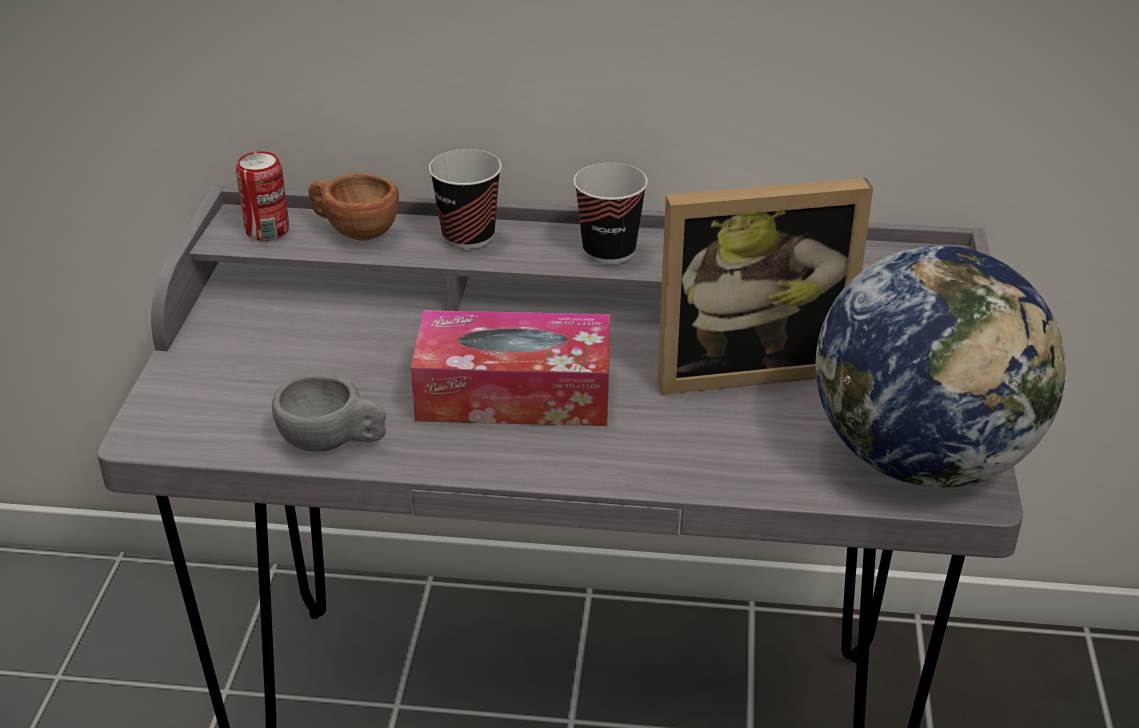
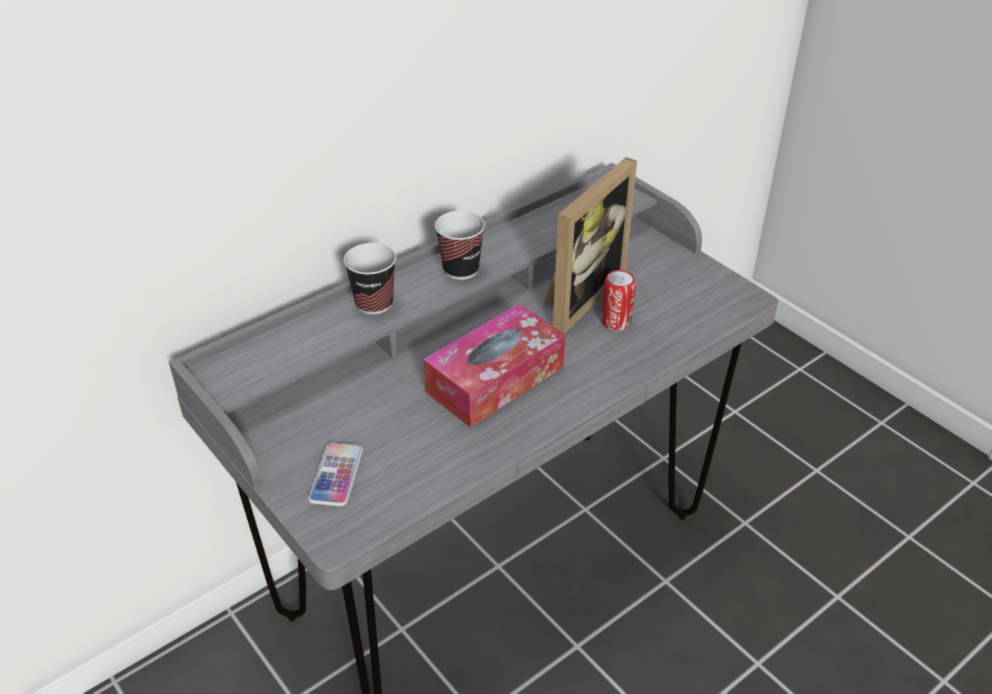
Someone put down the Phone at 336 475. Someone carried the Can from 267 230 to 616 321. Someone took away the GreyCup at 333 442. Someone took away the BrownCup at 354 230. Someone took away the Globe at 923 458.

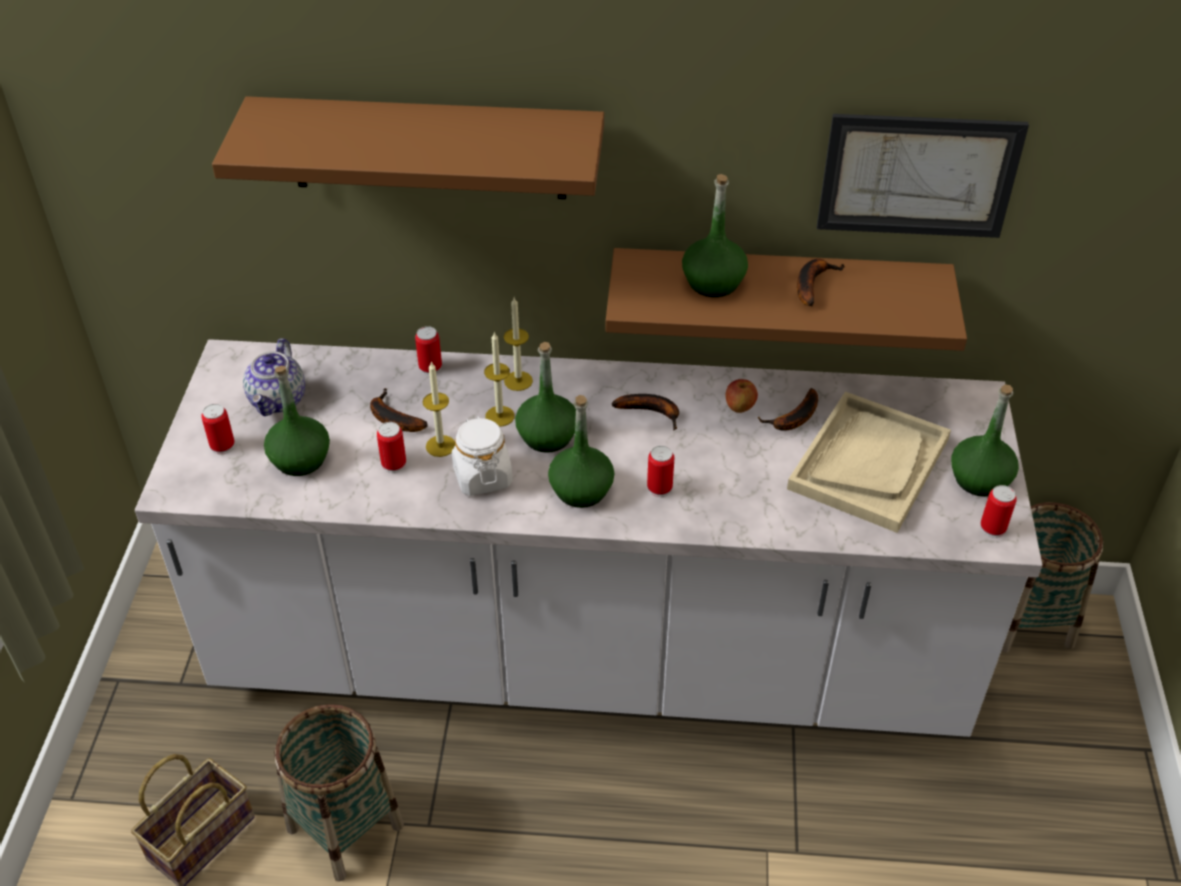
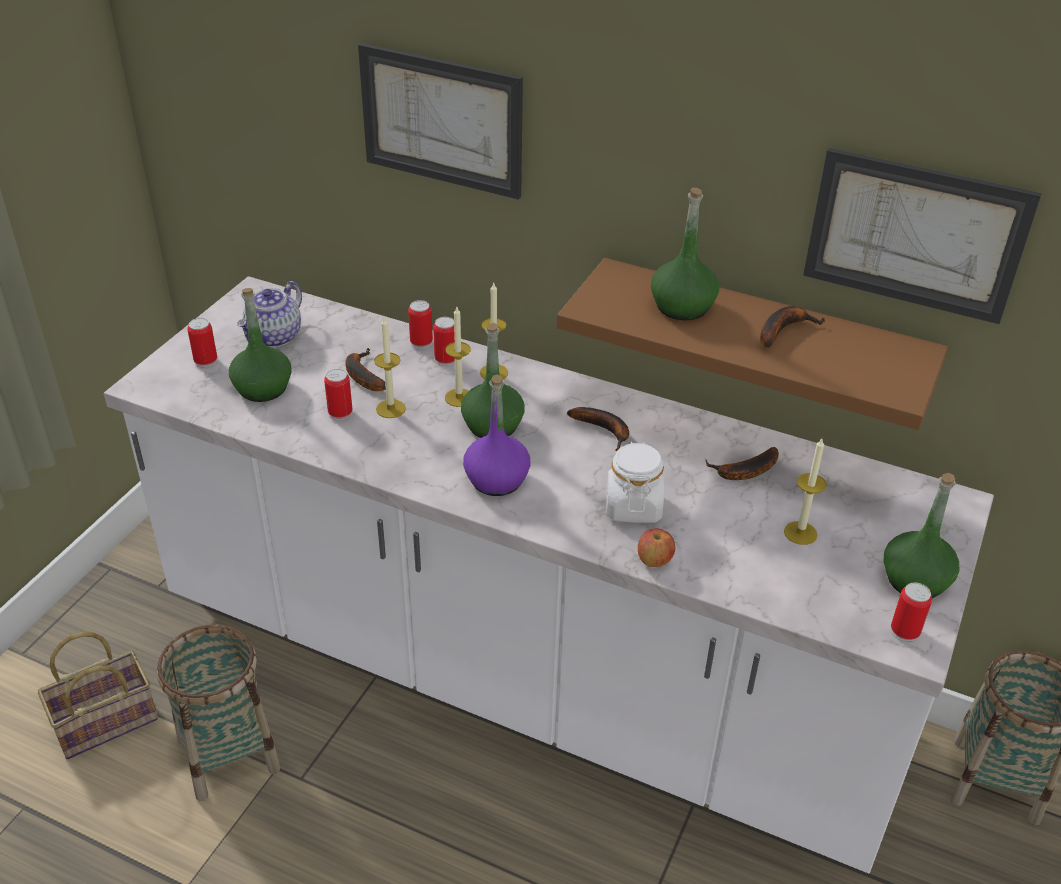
Someone swapped the BrownShelf at 427 148 for the Picture at 442 120. Someone carried the Can from 659 488 to 446 359. Someone repainted the GreenBottle at 581 490, which became the PurpleBottle at 497 480. Someone carried the WhiteJar from 482 476 to 633 506. Someone carried the Apple from 739 407 to 654 561. Someone swapped the BeigeTray at 868 463 for the Candle at 800 533.

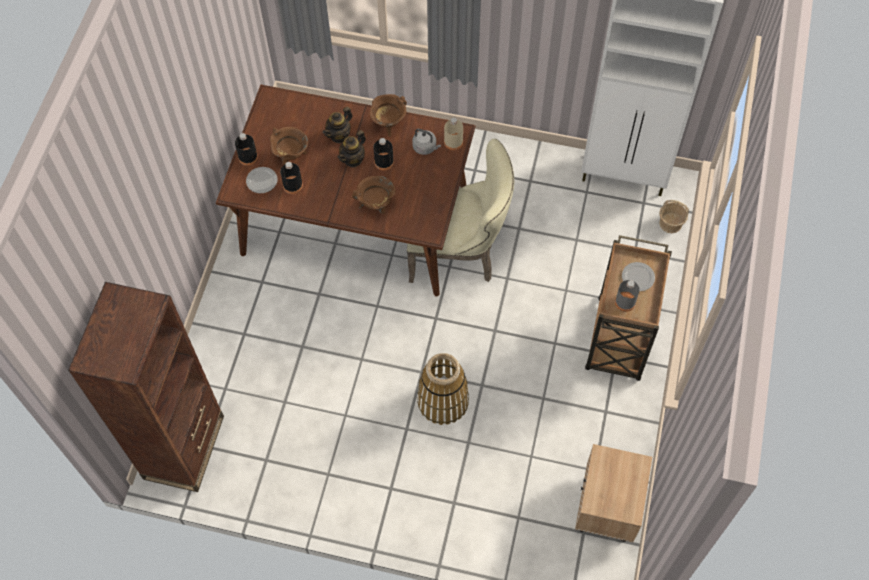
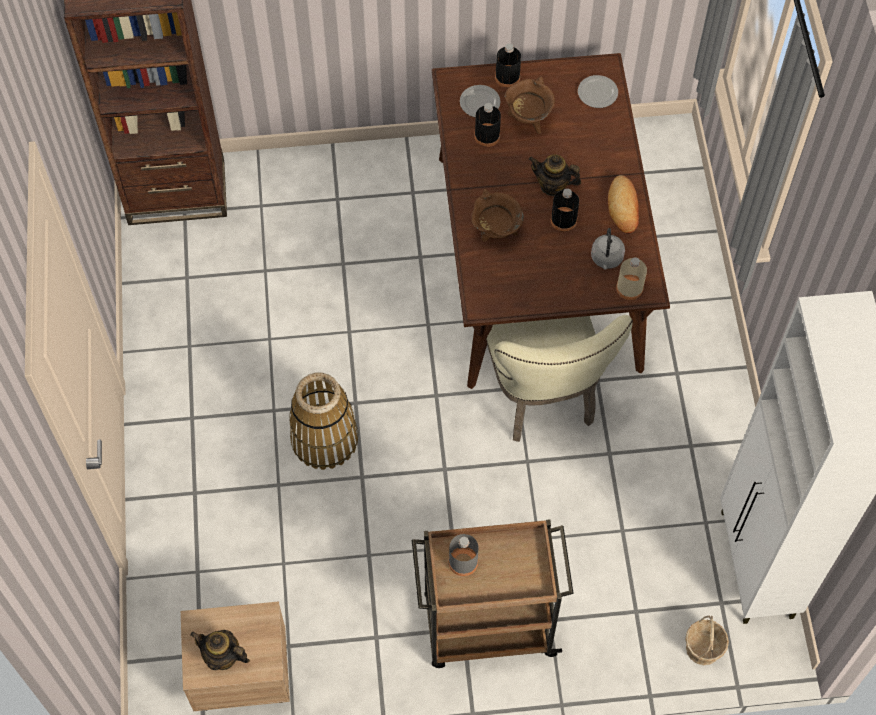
Someone carried the Teapot from 339 135 to 223 657. Someone carried the Plate from 637 277 to 598 92. Someone swapped the BrownCookingPot at 388 124 for the Bread at 623 207.

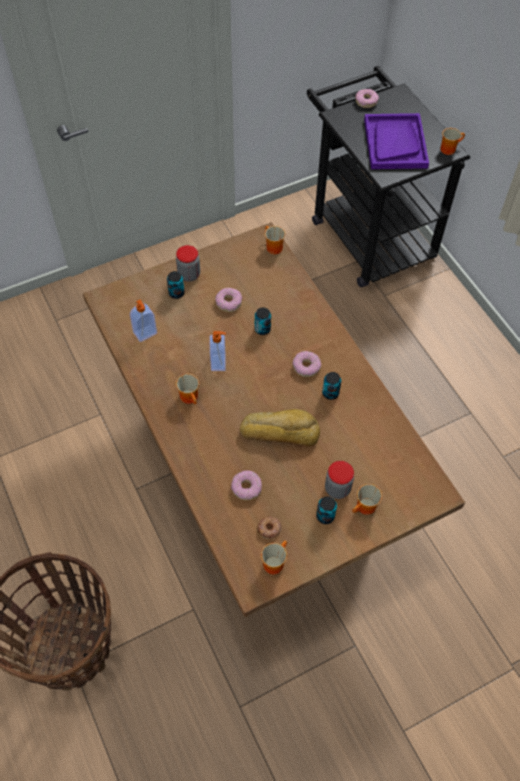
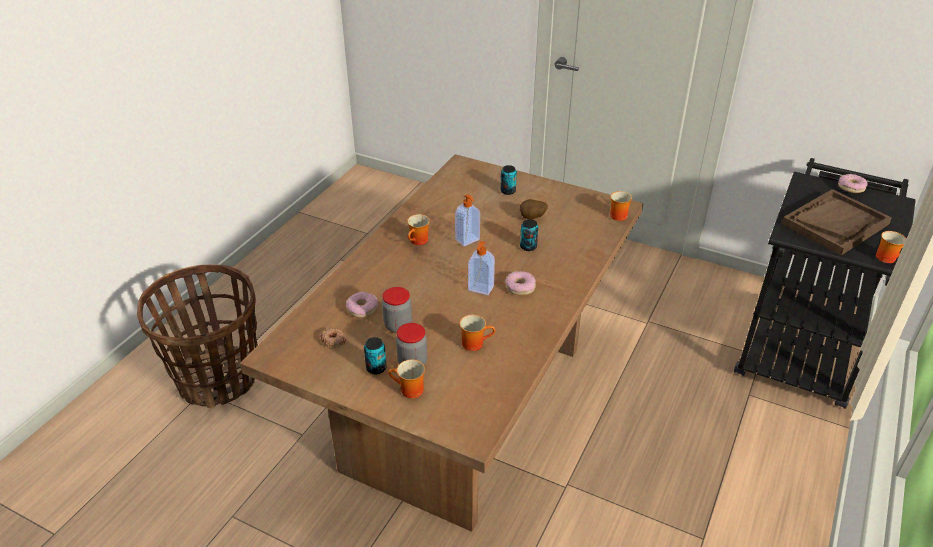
Someone carried the Jar from 189 274 to 398 325. Someone carried the Mug from 273 561 to 475 342. Someone carried the SoapDispenser from 145 333 to 480 289. Someone swapped the Donut at 229 302 for the Potato at 532 218. Someone repainted the PurpleTray at 395 143, which became the BrownTray at 835 224. Someone took away the Bread at 280 431. Someone took away the Can at 330 393.

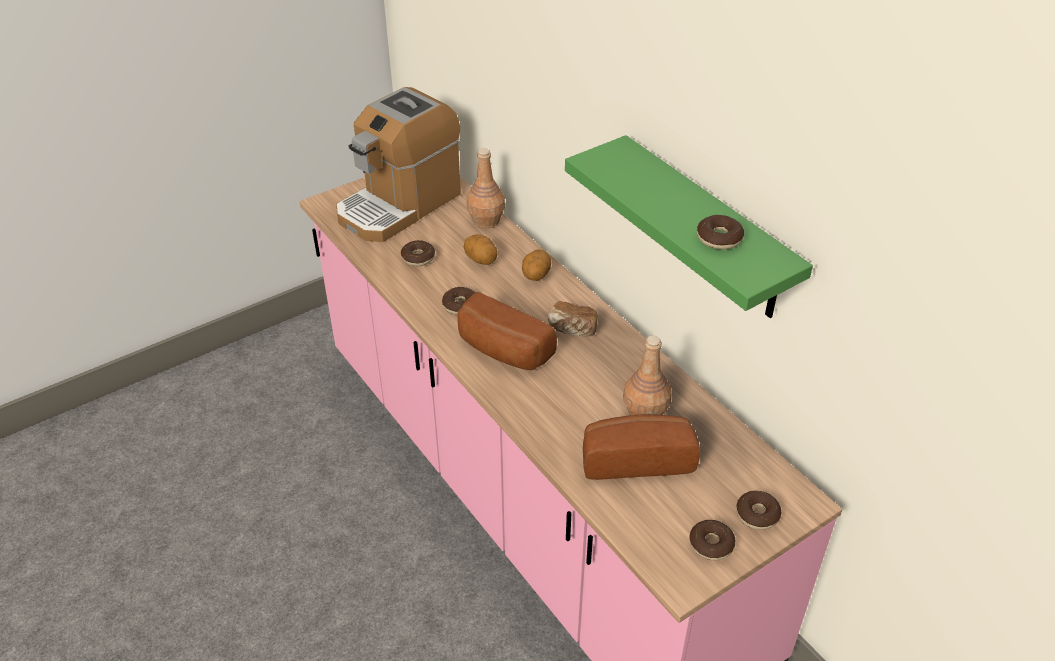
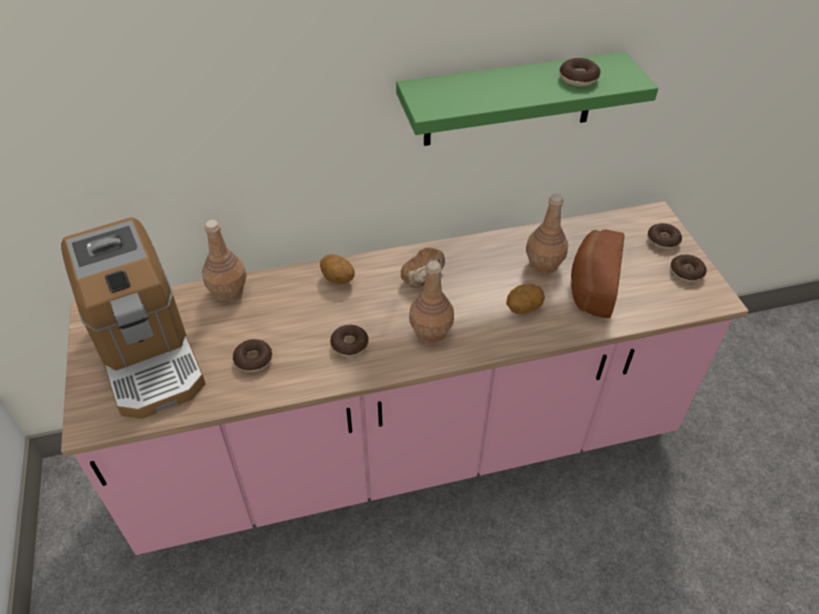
Someone swapped the Bread at 501 351 for the BrownBottle at 430 331. Someone carried the Potato from 481 260 to 523 308.

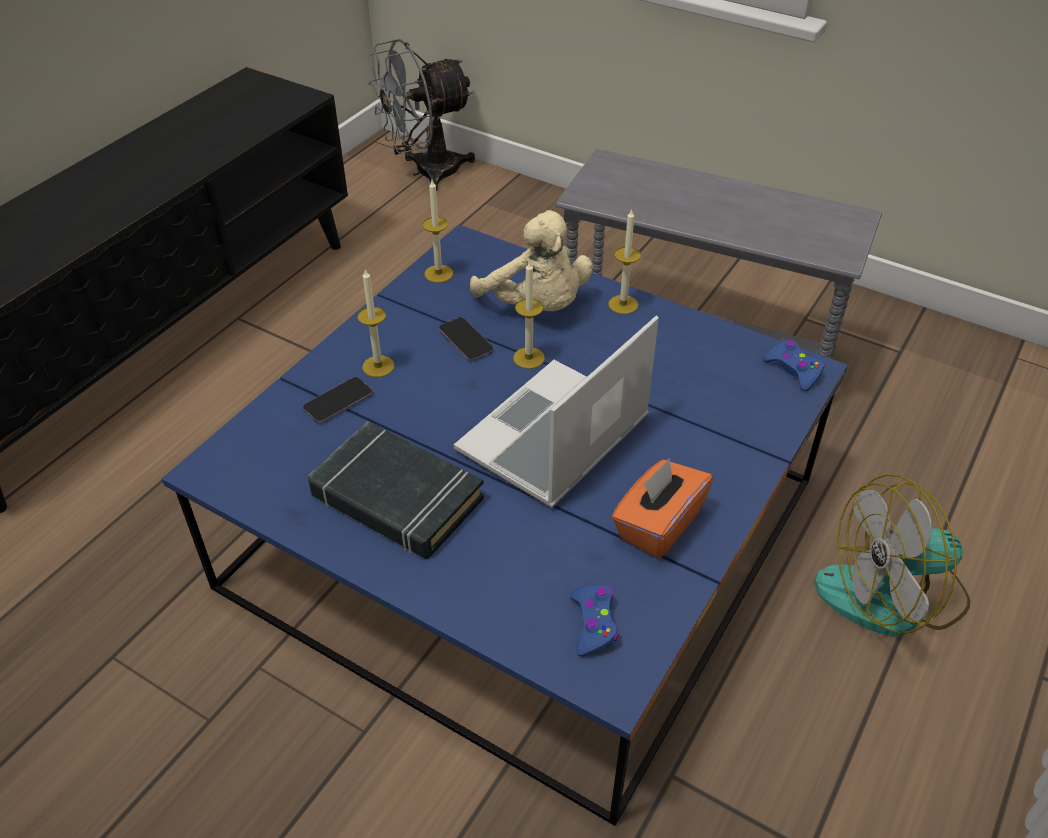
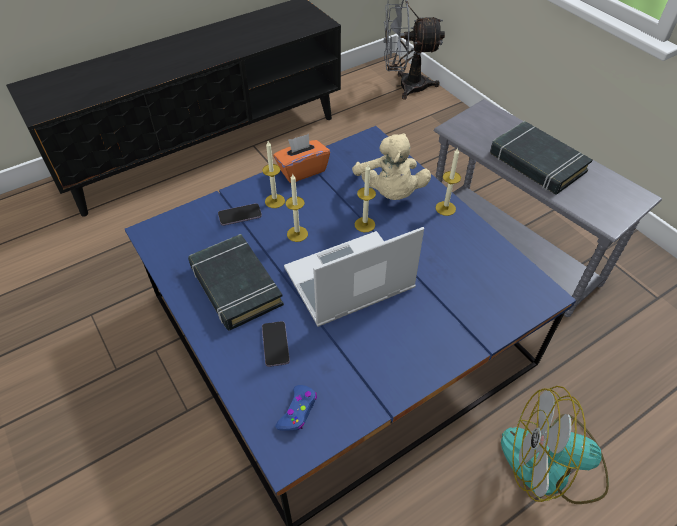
Someone carried the Phone from 466 341 to 275 344. Someone carried the OrangeTissueBox from 658 525 to 302 170. Someone carried the Candle from 438 273 to 297 234. Someone put down the BlackBook at 536 163. Someone took away the BlueGameController at 793 370.

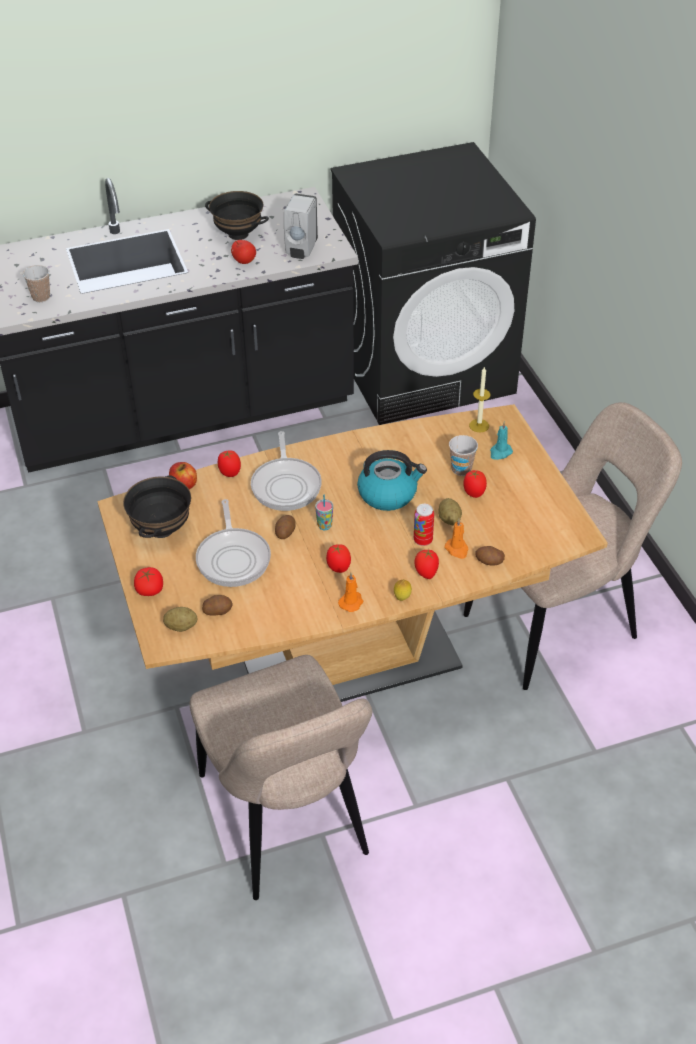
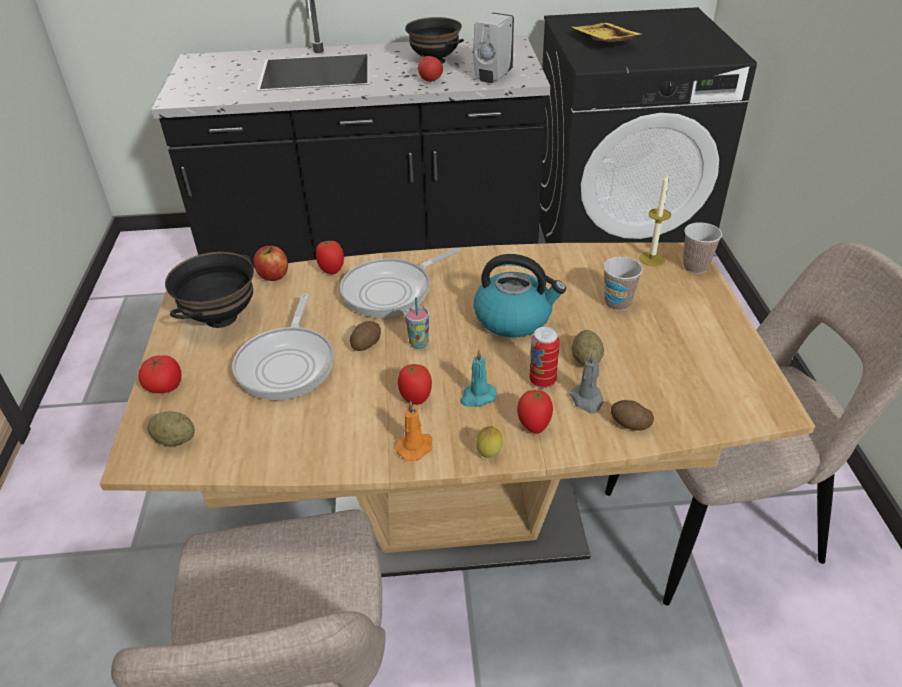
Someone rotated the FryingPan at 286 485 by 45 degrees clockwise. Someone carried the TurquoiseCandle from 500 452 to 477 397. Someone repainted the OrangeCandle at 457 549, which became the GreyCandle at 587 400. Someone put down the YellowTray at 603 42. Someone carried the Cup from 41 297 to 695 267. Someone took away the Potato at 217 610. Someone took away the Tomato at 474 493.

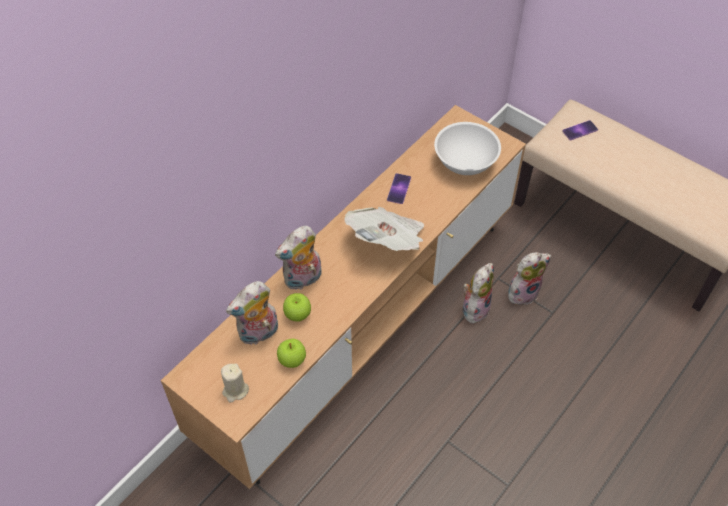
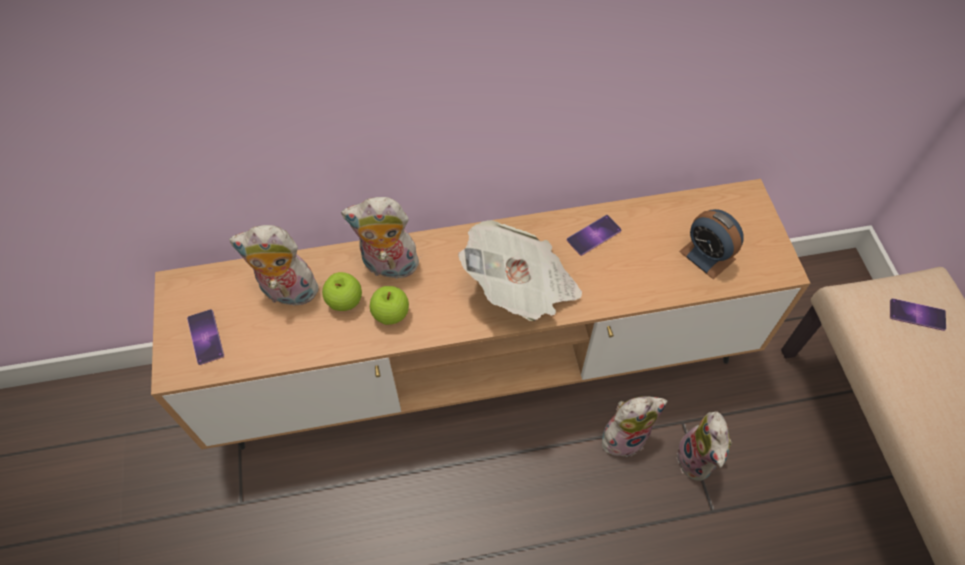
Someone swapped the BeigeCandle at 235 390 for the Phone at 205 337. Someone carried the Apple from 292 360 to 391 314. Someone rotated the PlushToy at 523 292 by 75 degrees clockwise. Someone swapped the WhiteBowl at 465 161 for the AlarmClock at 707 255.

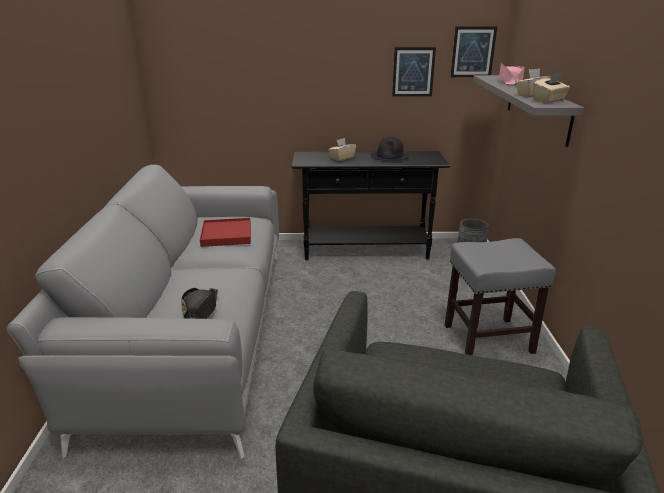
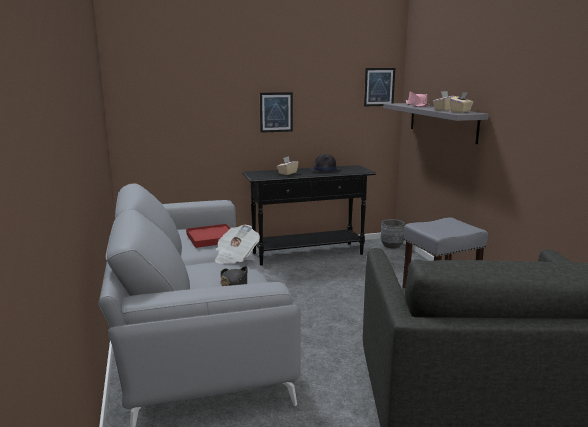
Someone put down the Newspaper at 235 256. Someone carried the Picture from 413 72 to 276 112.

